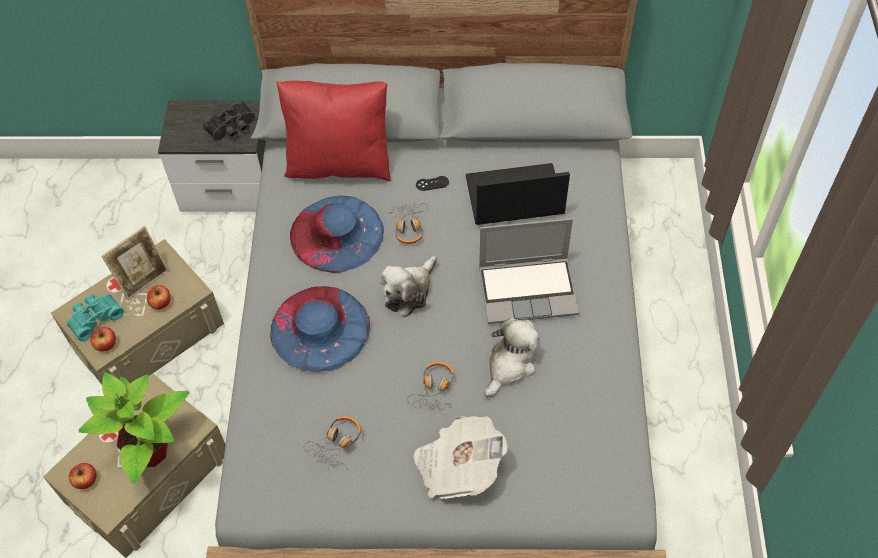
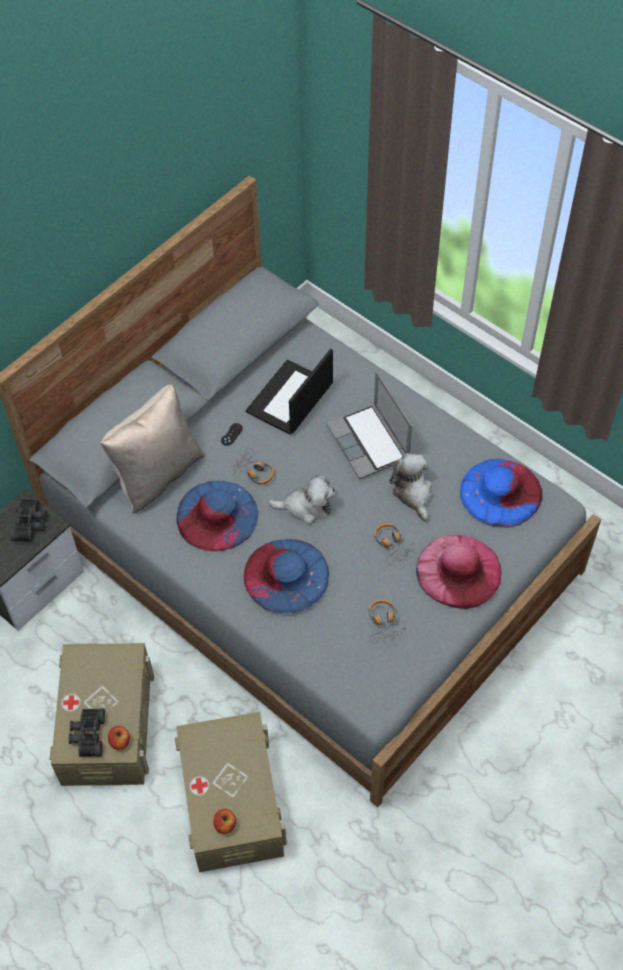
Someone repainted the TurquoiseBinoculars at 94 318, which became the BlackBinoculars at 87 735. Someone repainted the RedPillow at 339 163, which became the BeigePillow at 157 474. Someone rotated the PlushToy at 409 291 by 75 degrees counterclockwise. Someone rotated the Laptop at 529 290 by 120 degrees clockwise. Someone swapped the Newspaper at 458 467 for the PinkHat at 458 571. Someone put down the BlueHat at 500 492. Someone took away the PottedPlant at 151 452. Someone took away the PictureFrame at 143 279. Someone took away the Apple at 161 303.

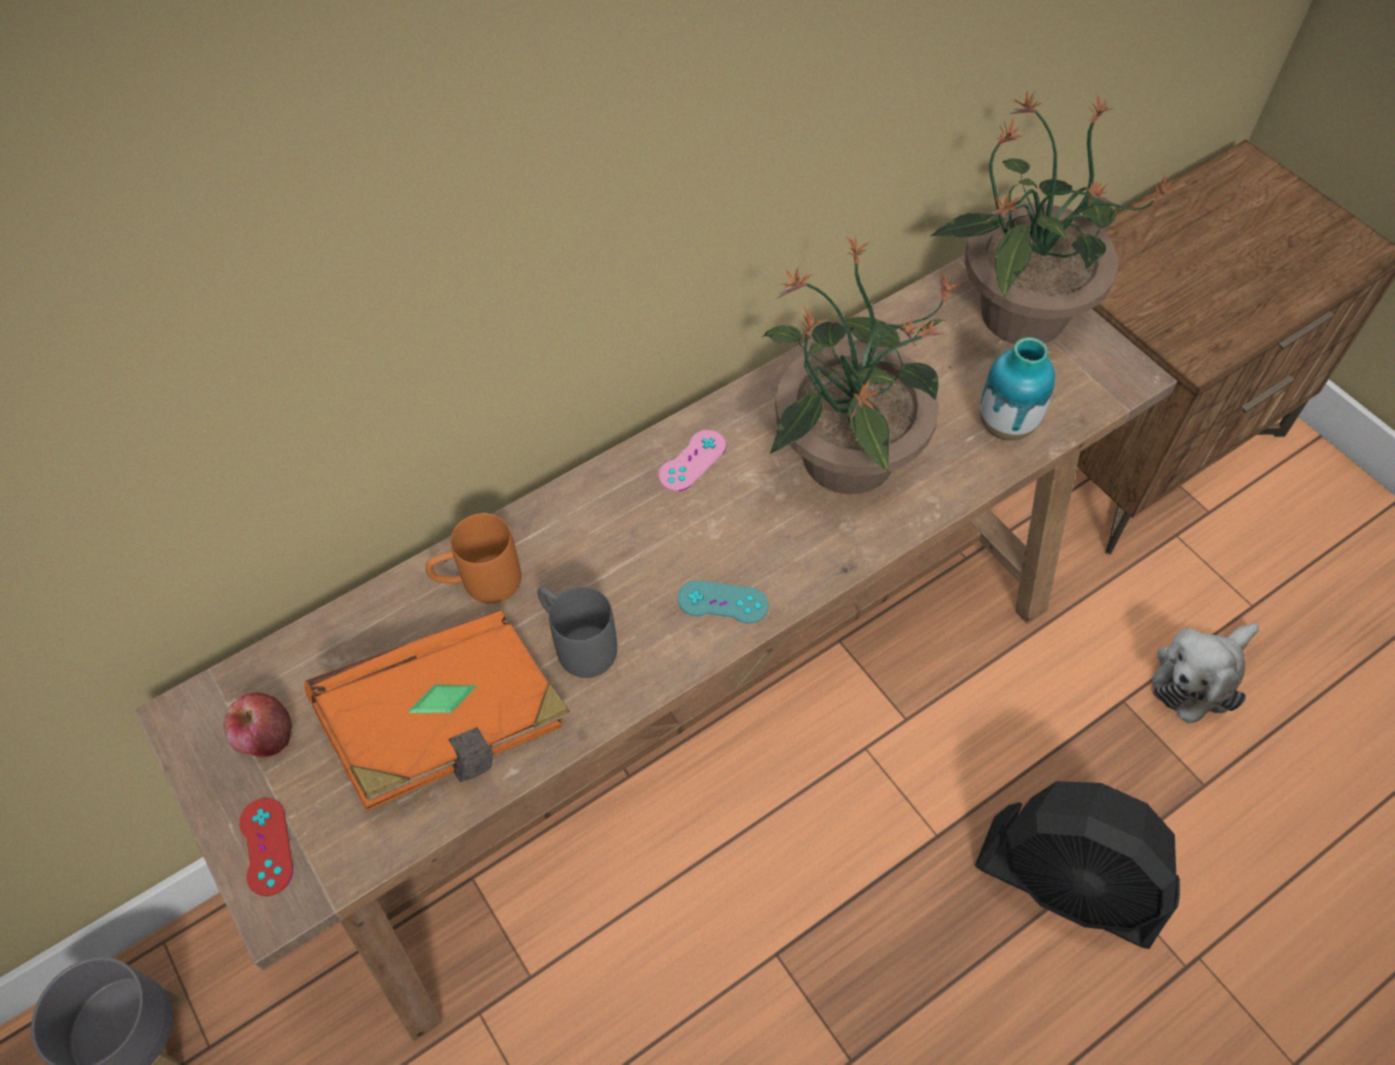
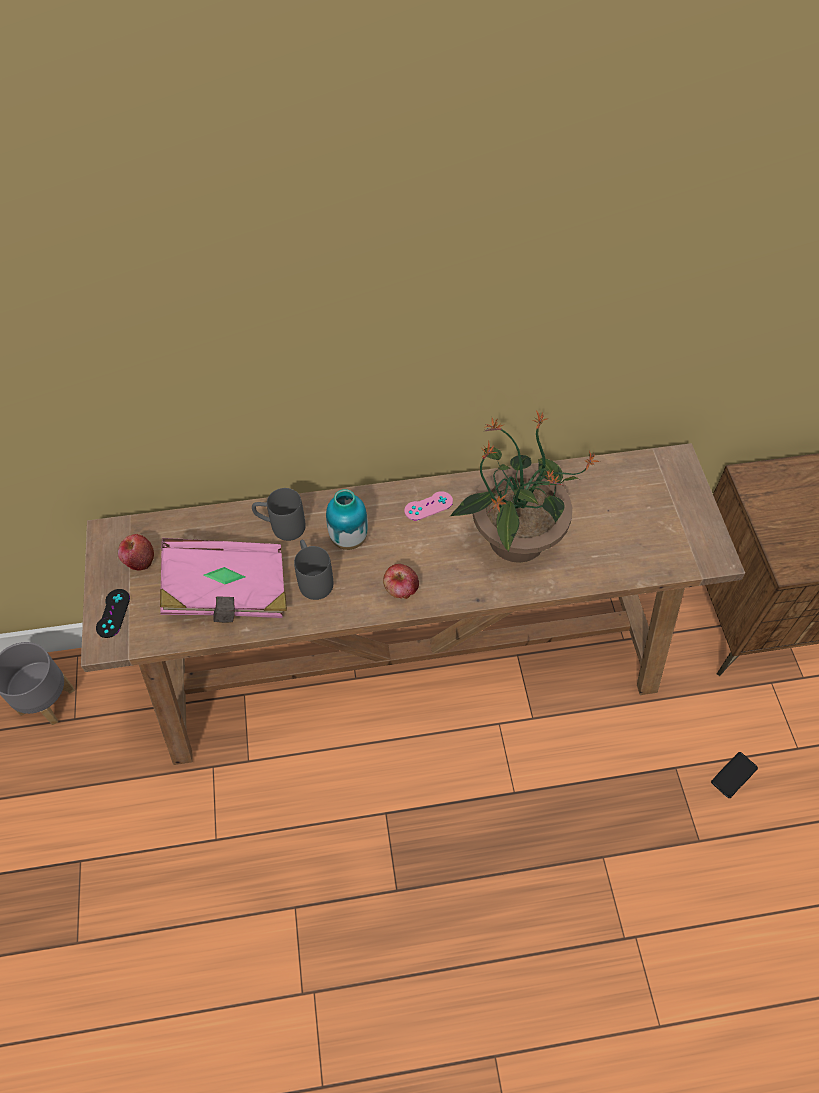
Someone repainted the RedGameController at 266 846, which became the BlackGameController at 113 613. Someone repainted the OrangeBook at 449 726, which became the PinkBook at 227 593. Someone repainted the OrangeMug at 479 583, which became the GreyMug at 280 526. Someone carried the Vase from 1006 425 to 349 539. Someone swapped the TurquoiseGameController at 722 602 for the Apple at 401 589. Someone swapped the PlushToy at 1198 677 for the Phone at 734 775. Someone took away the PottedPlant at 1020 314. Someone took away the BlackFan at 1068 883.

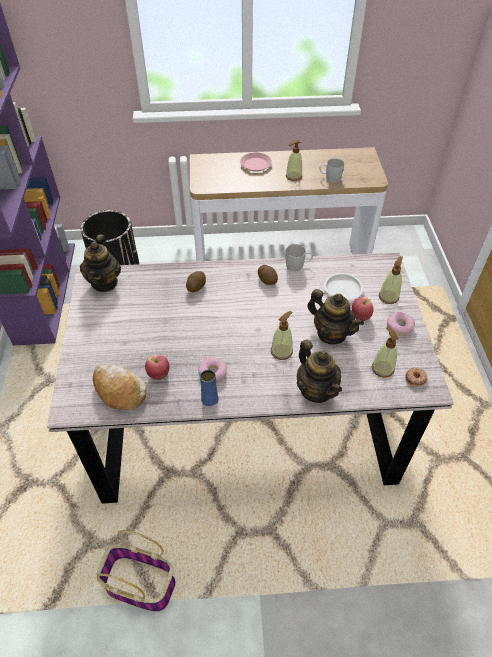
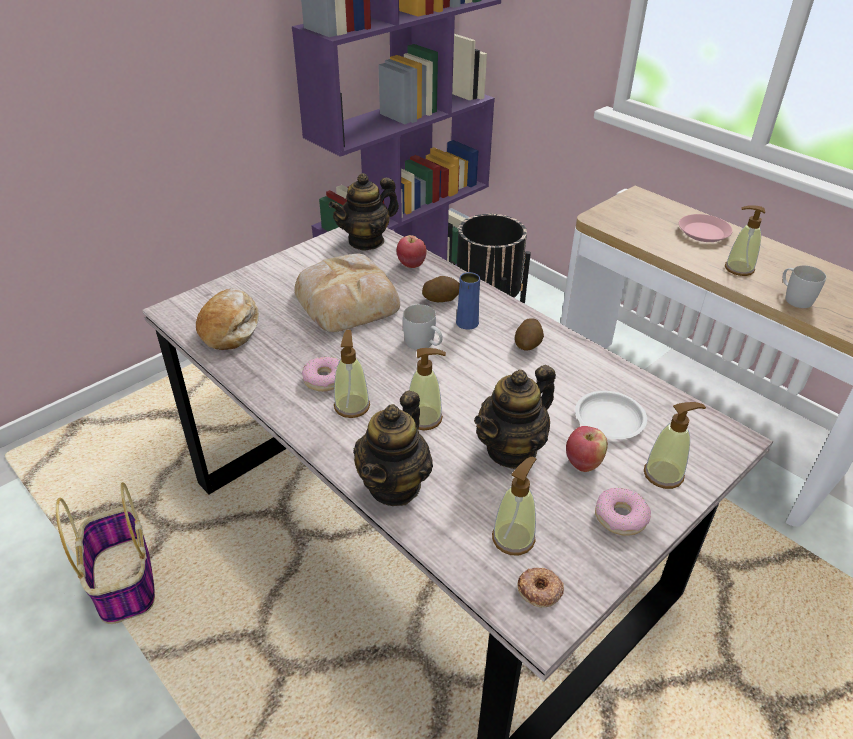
Someone put down the Bread at 347 299. Someone put down the SoapDispenser at 352 406. Someone carried the Apple from 159 374 to 411 264. Someone carried the WhiteMug from 298 265 to 424 344. Someone carried the BlueVase from 209 399 to 467 323. Someone rotated the Teapot at 331 334 by 45 degrees clockwise.

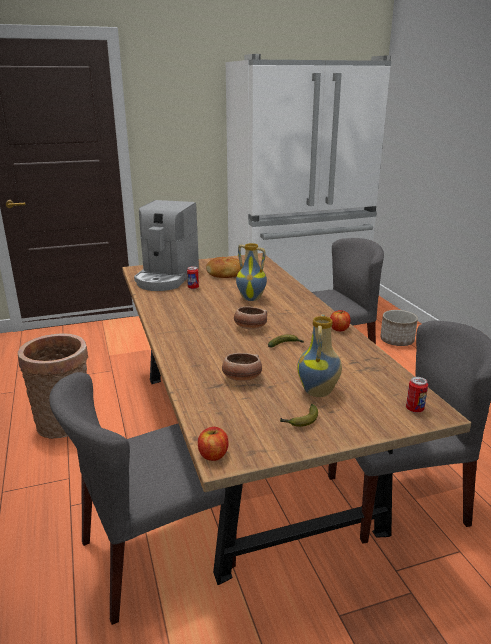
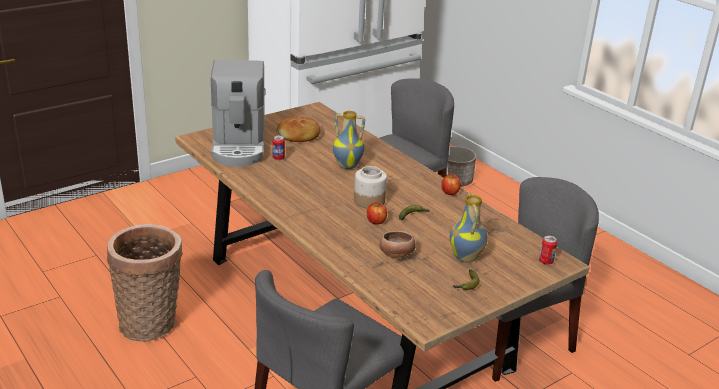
Someone swapped the Bowl at 250 328 for the Jar at 369 201. Someone carried the Apple from 213 455 to 376 221.

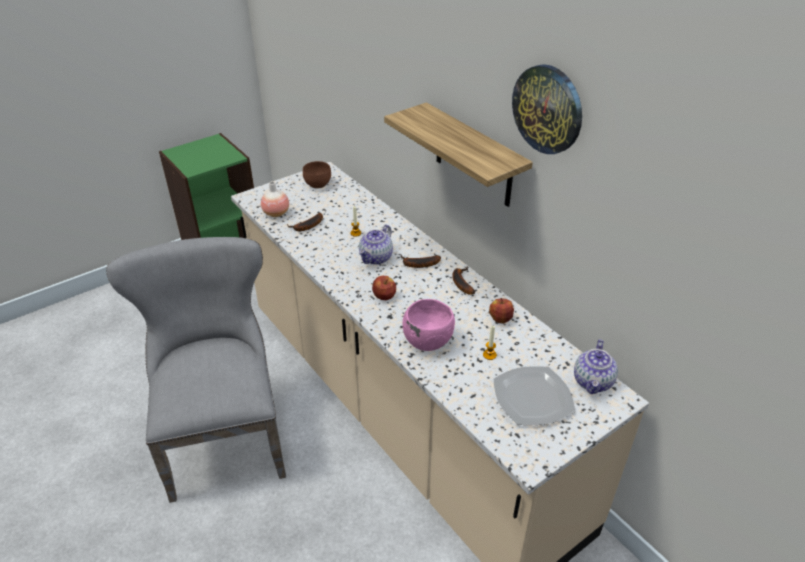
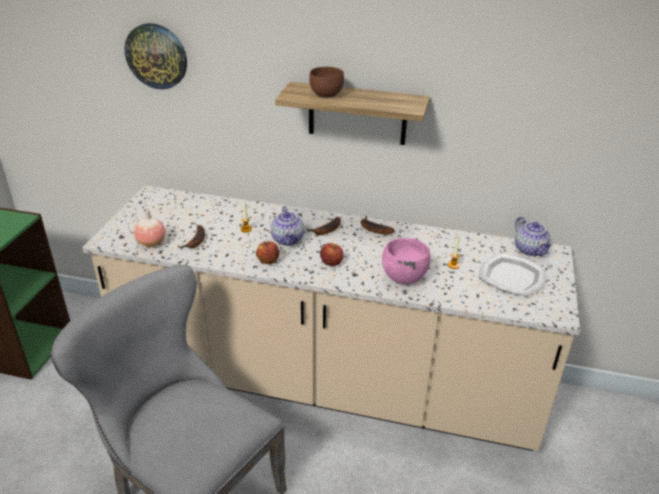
Someone carried the WallClock from 547 109 to 156 56. Someone carried the Apple from 500 319 to 268 261. Someone carried the BrownBowl from 318 184 to 326 94.

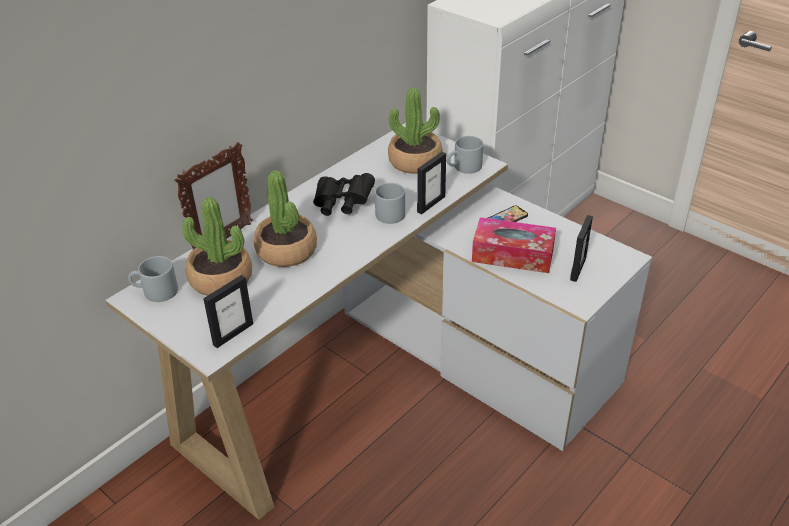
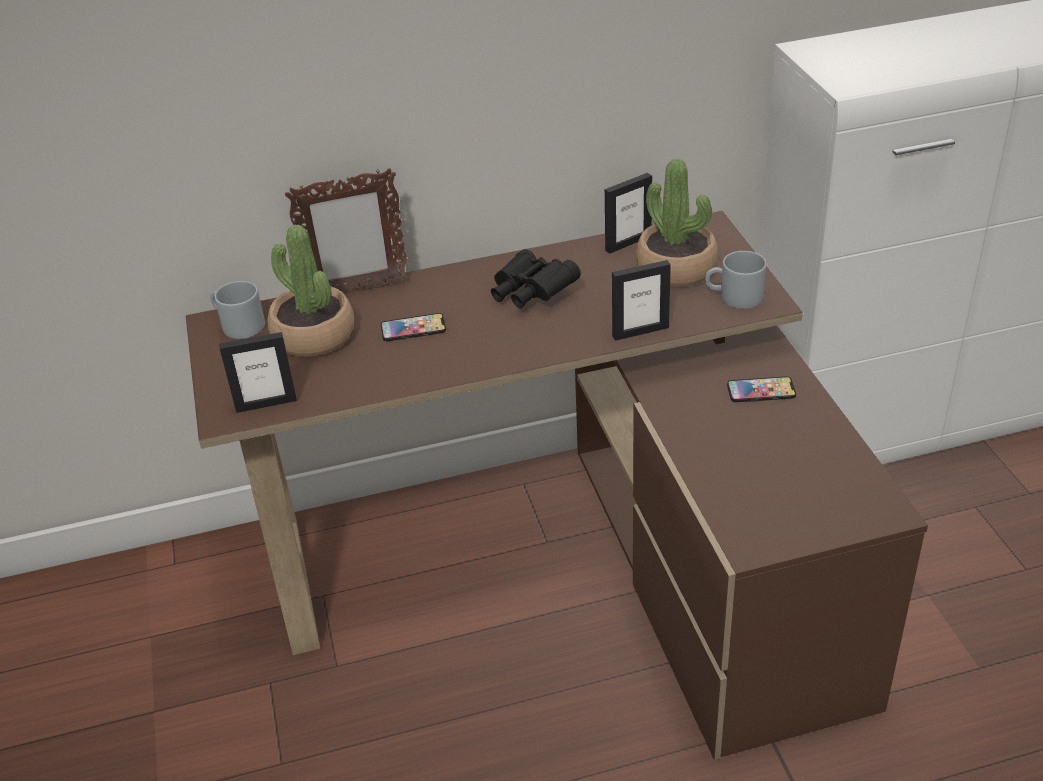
Someone repainted the WhiteDesk at 393 379, which became the BrownDesk at 572 562. Someone swapped the PottedPlant at 287 250 for the Phone at 413 328. Someone carried the PictureFrame from 578 269 to 628 243. Someone took away the GreyMug at 388 212. Someone took away the TissueBox at 512 255.

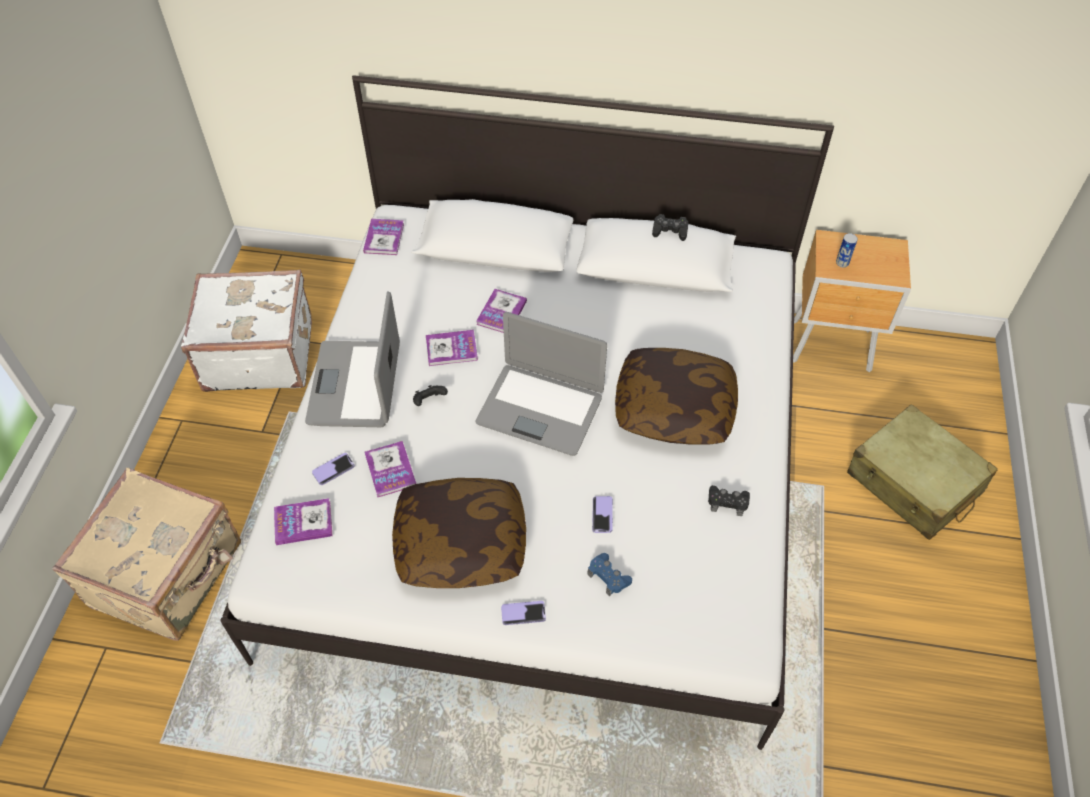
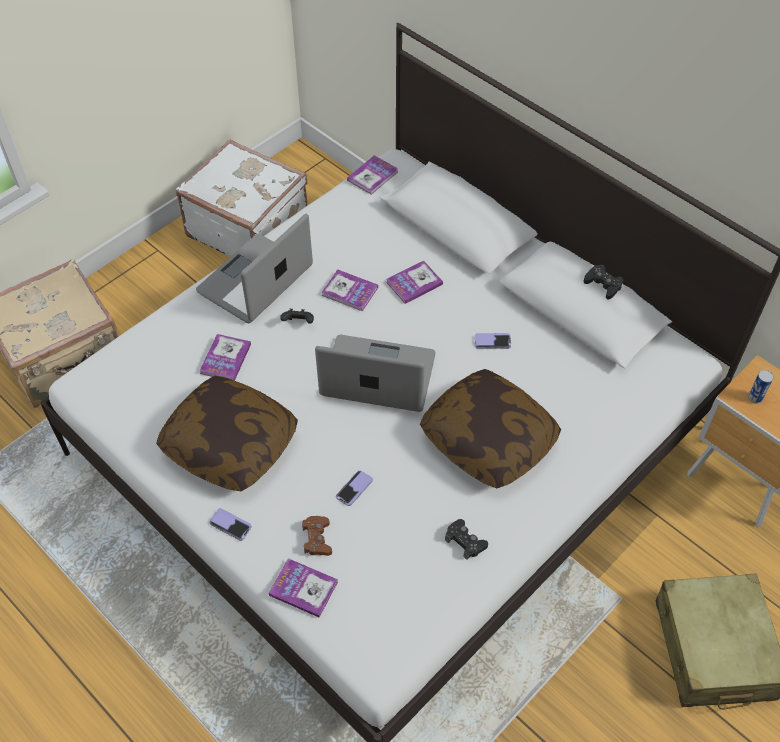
Someone carried the Book from 303 522 to 303 588. Someone repainted the BlueGameController at 608 577, which became the BrownGameController at 317 539. Someone rotated the Laptop at 540 409 by 135 degrees clockwise. Someone carried the Phone from 333 469 to 492 341.

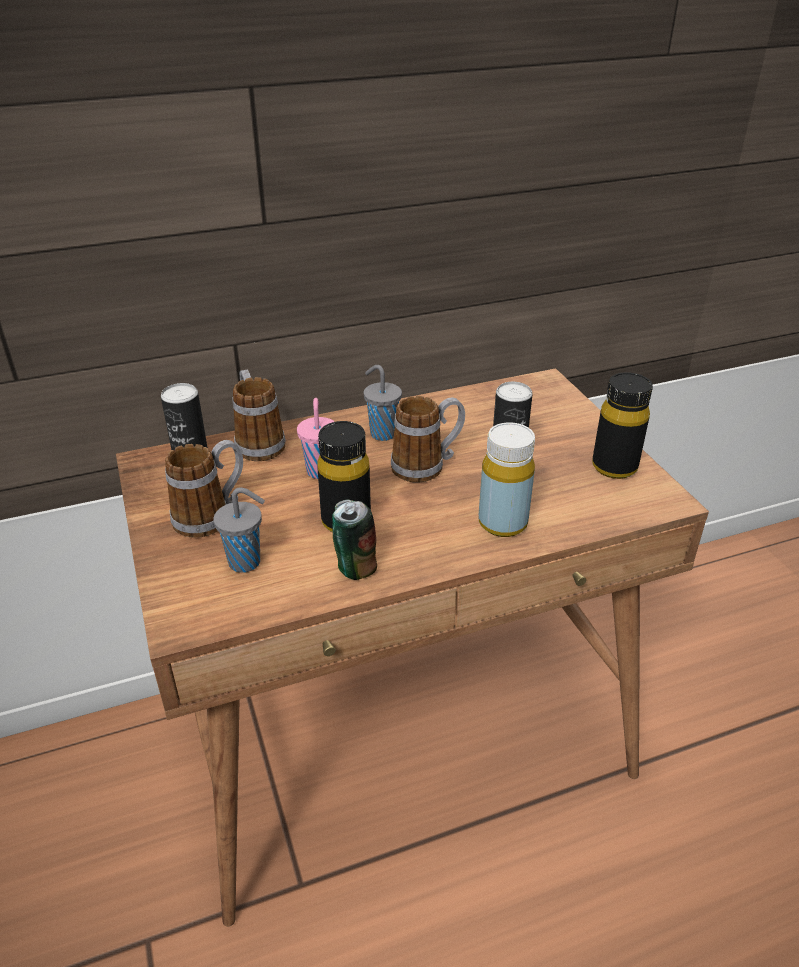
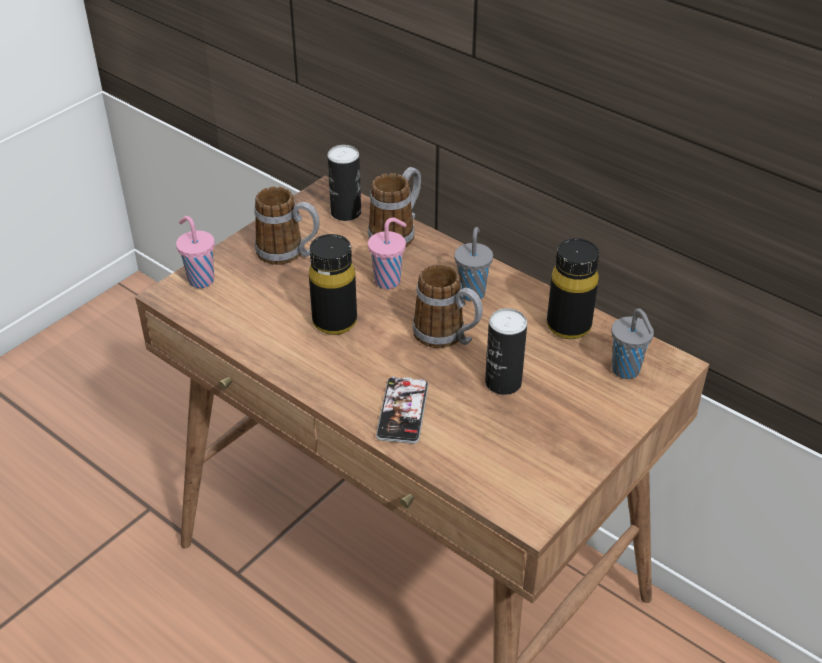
Someone put down the PinkCup at 200 279. Someone swapped the YellowBottle at 502 523 for the Phone at 402 411. Someone carried the BlackBottle from 614 467 to 568 326. Someone carried the GreyCup from 247 562 to 627 371. Someone took away the Can at 354 567.

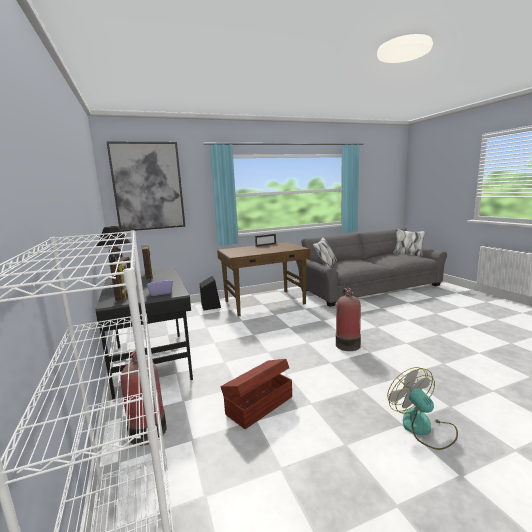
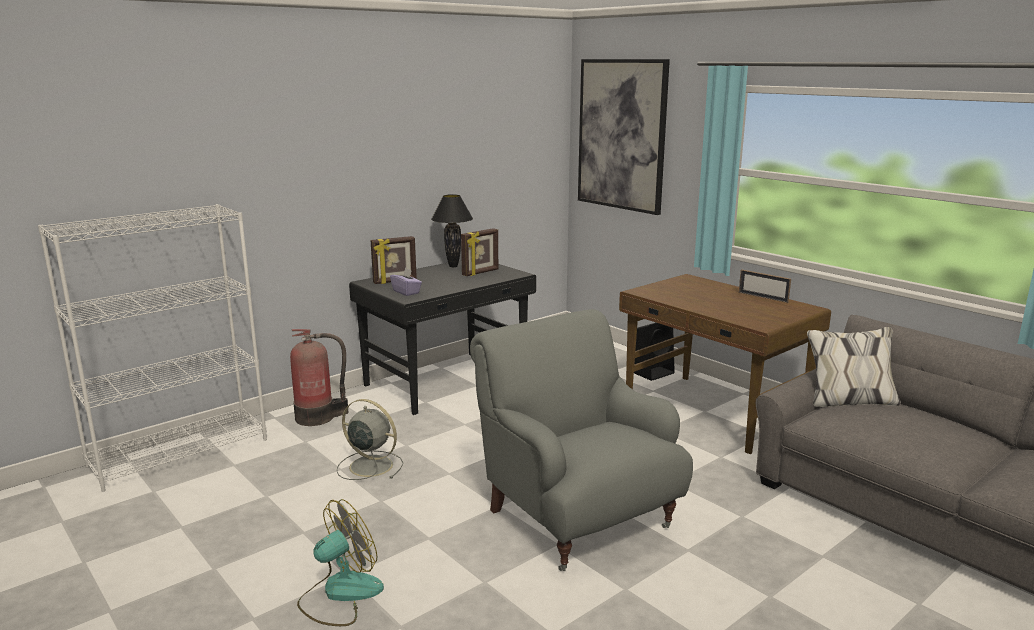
Someone swapped the BrownStorageBox at 258 405 for the GreyFan at 369 465. Someone swapped the FireExtinguisher at 347 344 for the GreyArmchair at 577 517.

